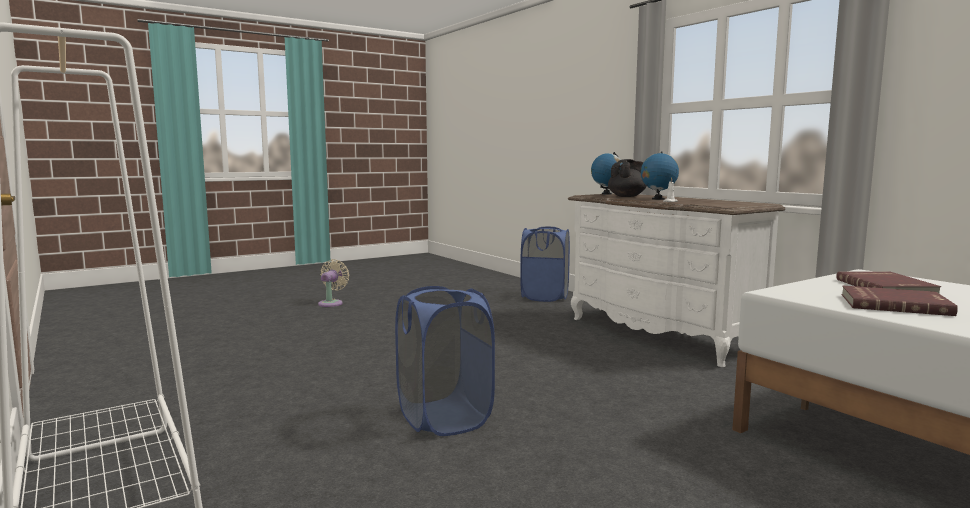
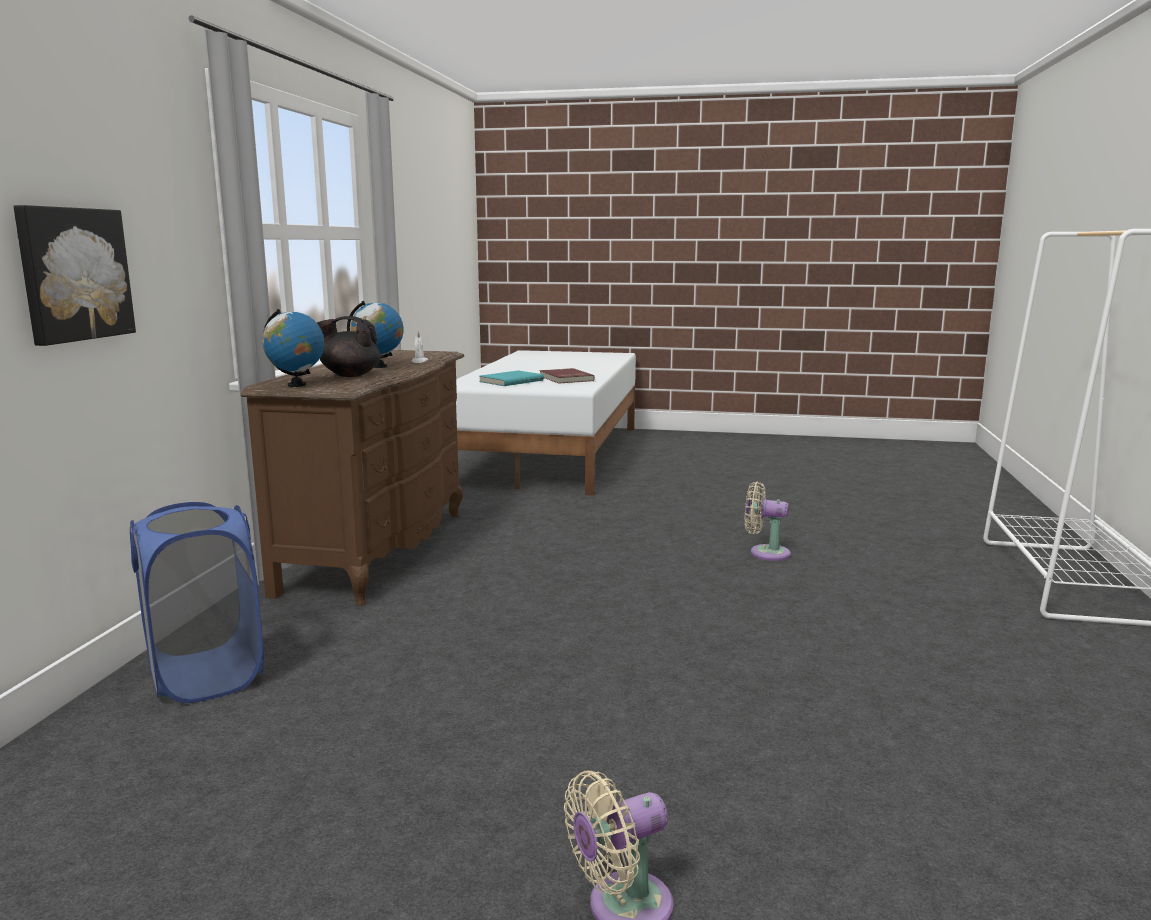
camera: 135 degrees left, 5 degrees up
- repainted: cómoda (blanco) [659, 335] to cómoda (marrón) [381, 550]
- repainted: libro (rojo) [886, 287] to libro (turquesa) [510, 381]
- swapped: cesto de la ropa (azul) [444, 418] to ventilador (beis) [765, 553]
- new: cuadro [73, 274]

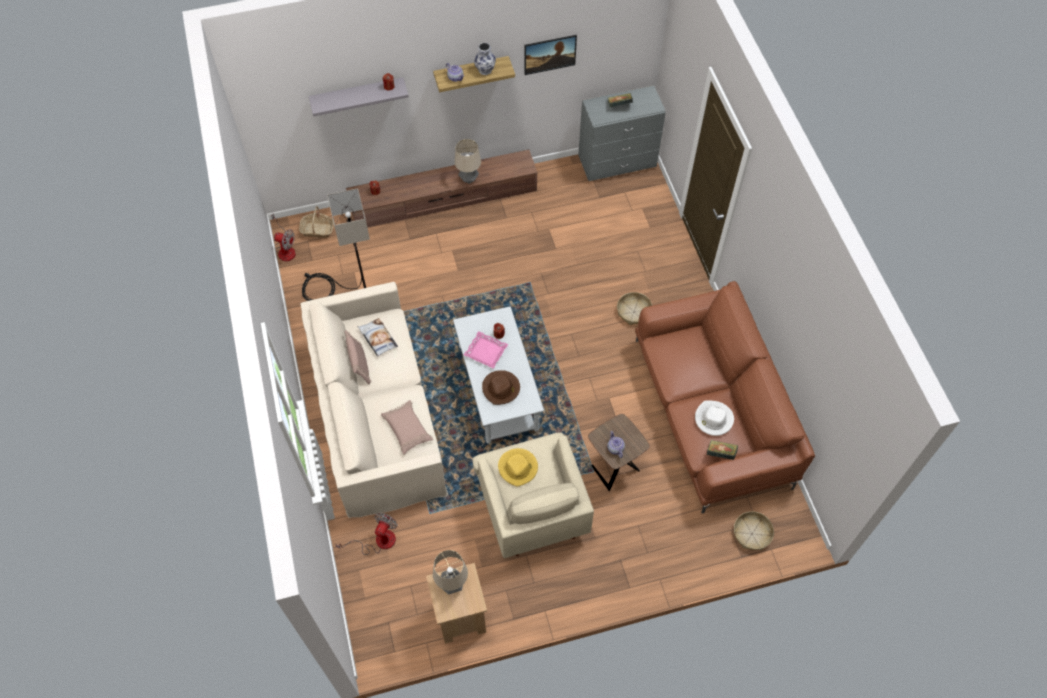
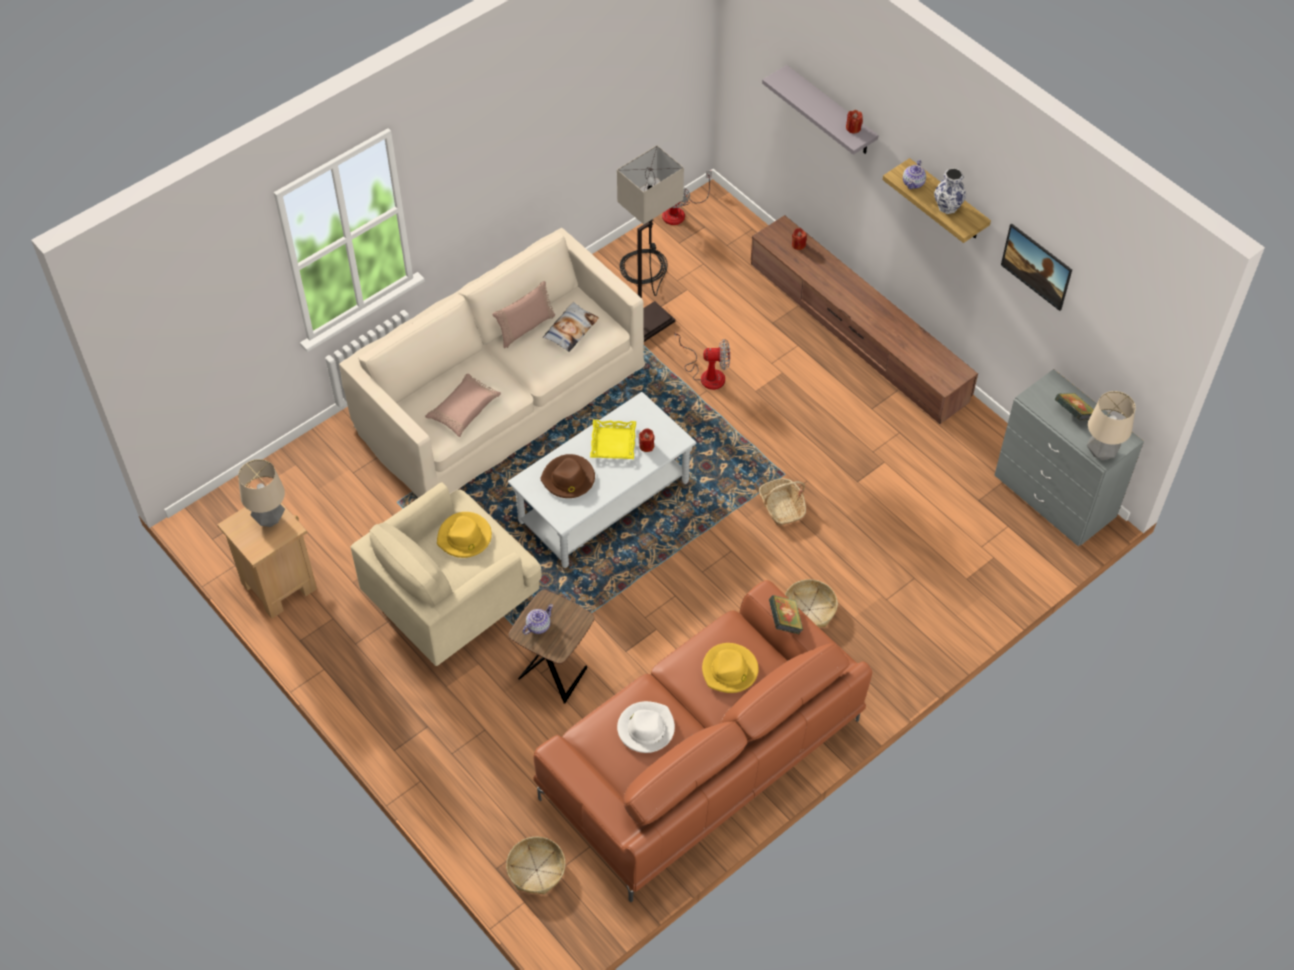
camera: 65 degrees right, 5 degrees down
- shifted: lámpara de mesa [469, 179] to [1101, 453]
- shifted: cesta [317, 230] to [782, 507]
- repainted: bandeja (rosa) [486, 351] to bandeja (amarillo) [613, 443]
- shifted: libro [720, 454] to [785, 621]
- shifted: ventilador [378, 541] to [706, 374]
- new: sombrero (amarillo) [730, 670]

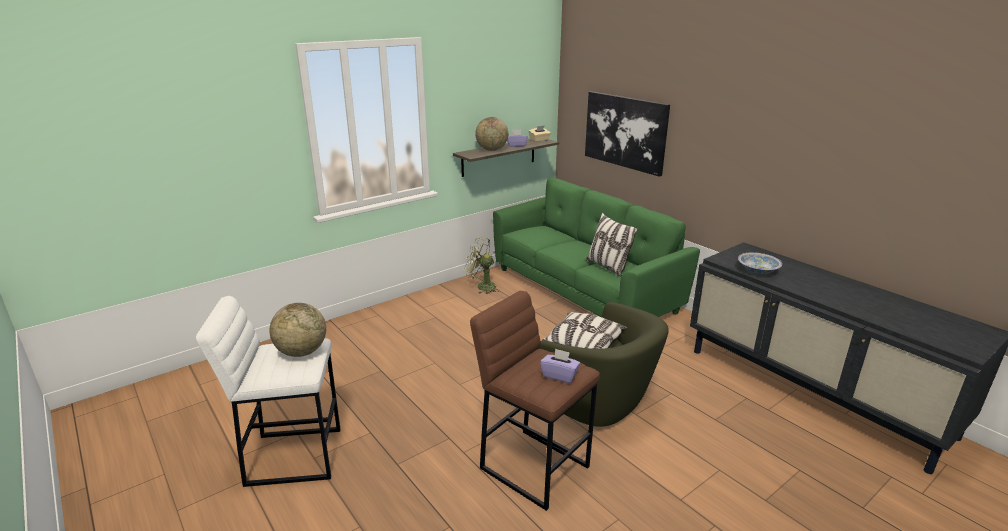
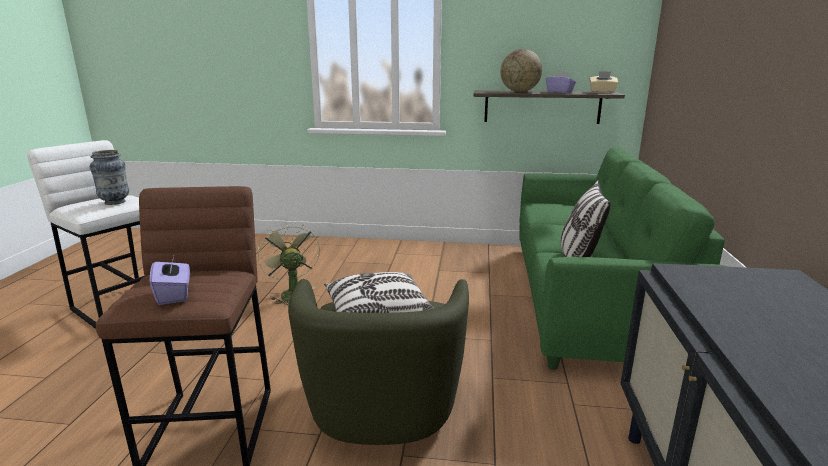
camera: 45 degrees right, 5 degrees down
- gone: cuadro [625, 132]
- shifted: ventilador (verde) [482, 286] to [291, 293]
- gone: cuenco [757, 270]
- swapped: globo terráqueo [302, 352] to florero [115, 202]

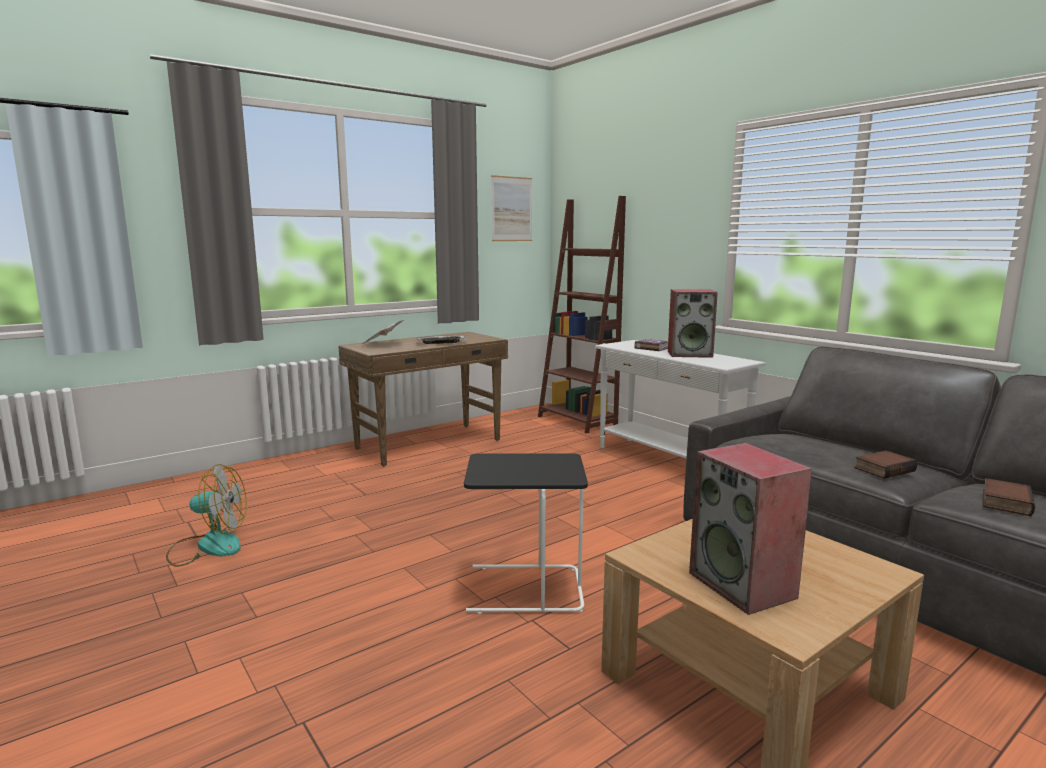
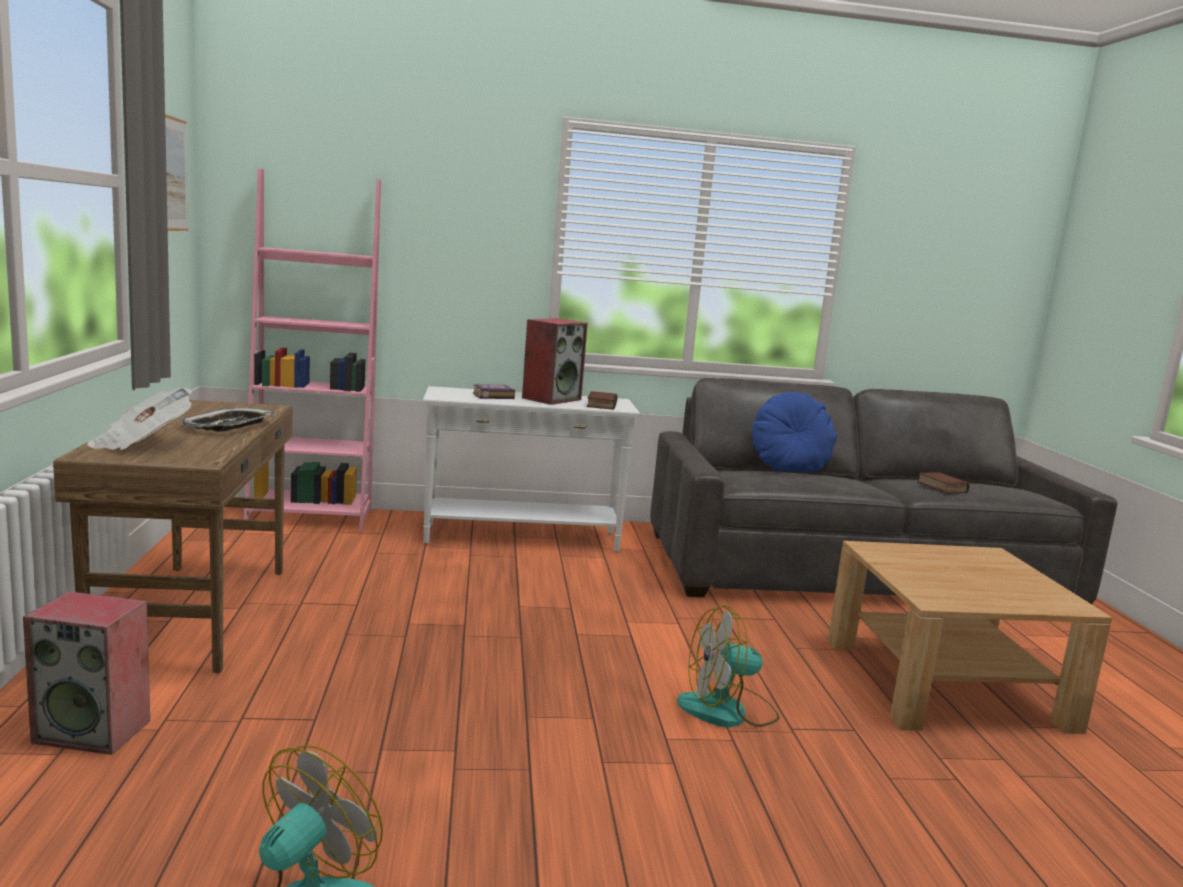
camera: 60 degrees left, 0 degrees up
- repainted: estantería (marrón) [577, 421] to estantería (rosa) [310, 517]
- shifted: altavoz [743, 585] to [94, 731]
- shifted: libro [883, 469] to [600, 404]
- swapped: mesa auxiliar (negro) [523, 590] to ventilador [728, 711]
- new: cojín (azul) [789, 470]

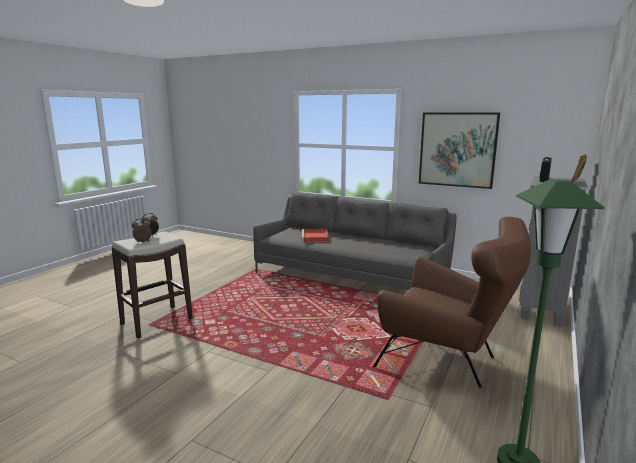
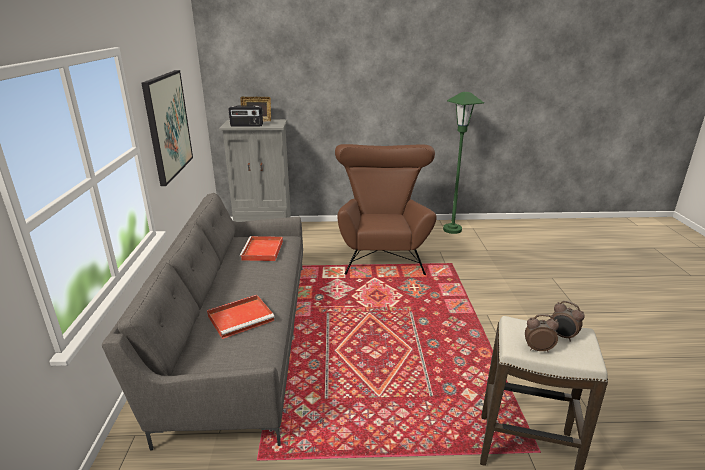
camera: 120 degrees left, 10 degrees up
- new: bandeja (rojo) [262, 251]

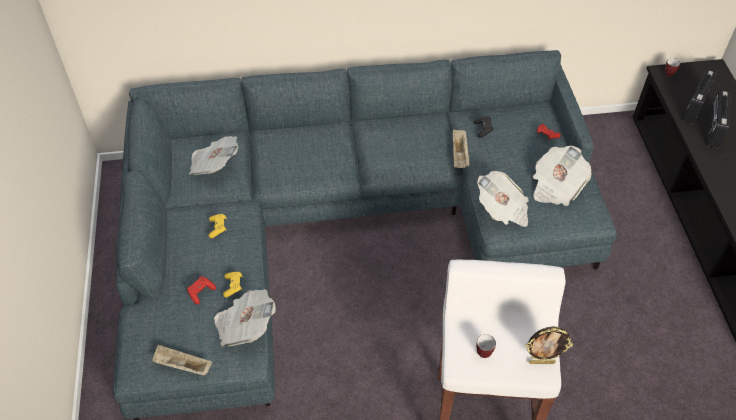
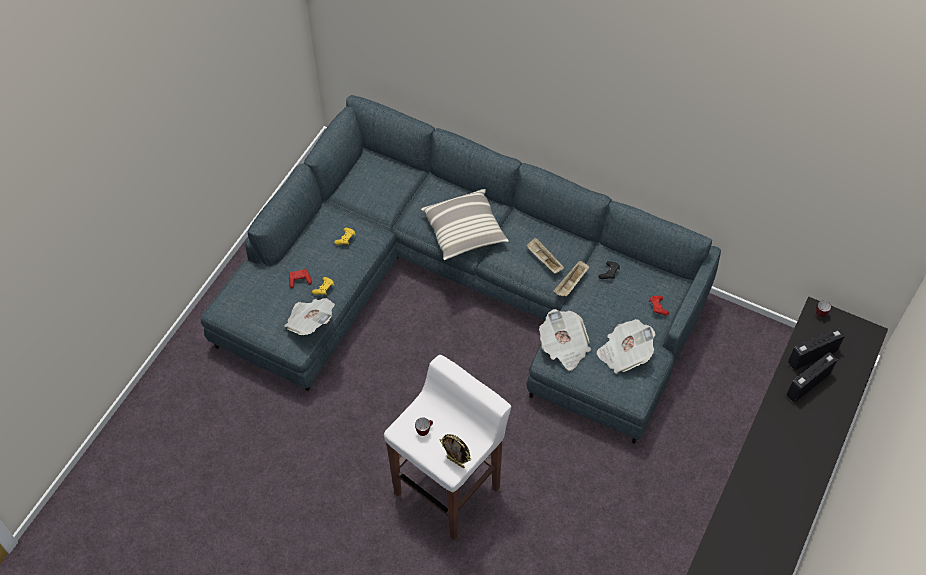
camera: 35 degrees right, 5 degrees up
- gone: periódico [214, 165]
- shifted: bandeja (beis) [182, 366] to [544, 260]
- new: cojín [464, 232]

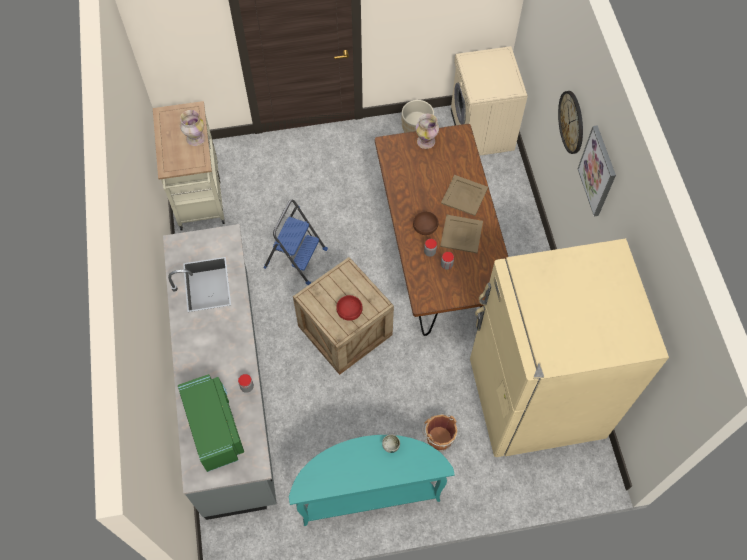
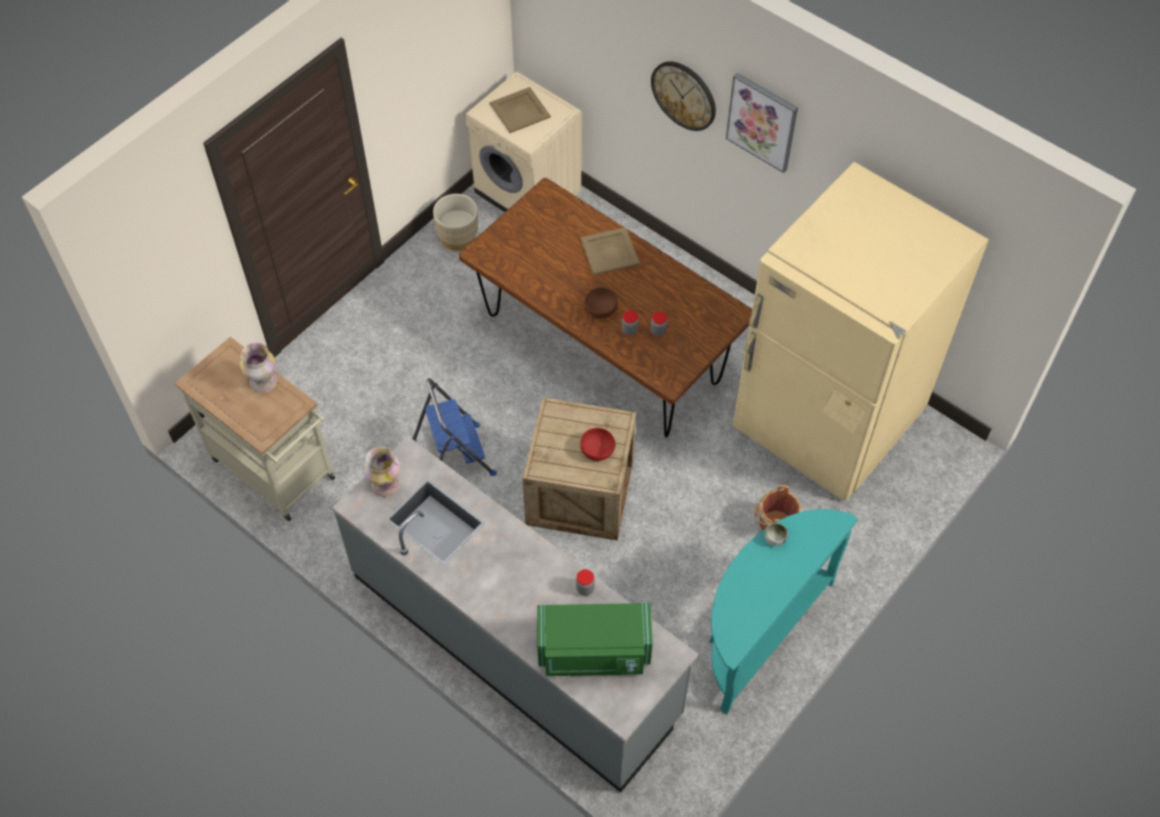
camera: 40 degrees left, 5 degrees down
- shifted: florero [426, 141] to [385, 484]
- shifted: bandeja (beis) [461, 234] to [520, 111]
- rotated: microondas (verde) [216, 428] = [594, 652] 150 degrees clockwise

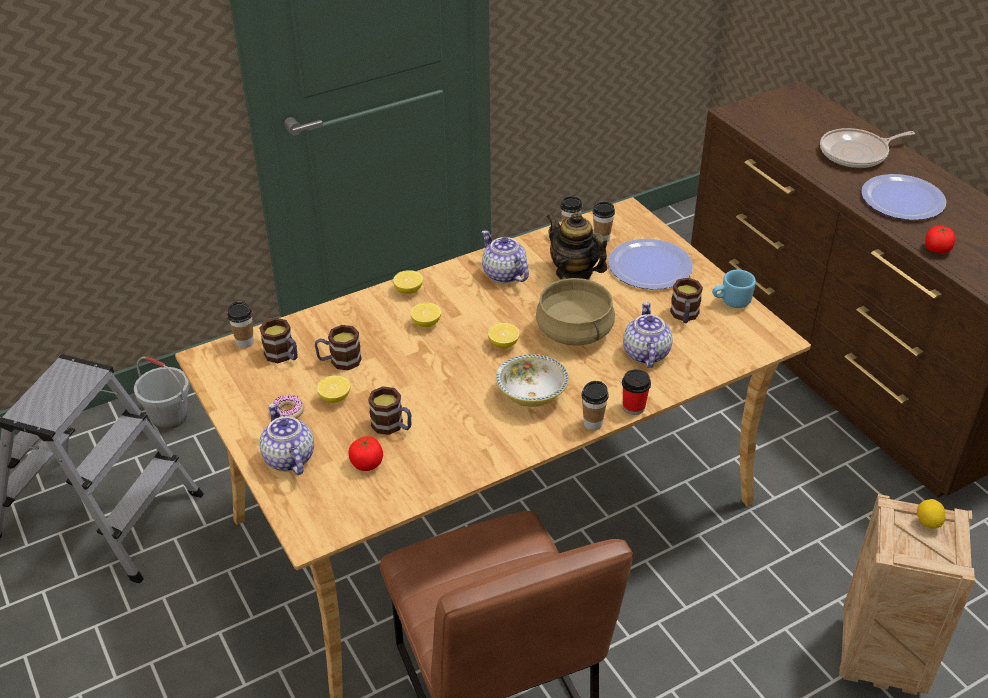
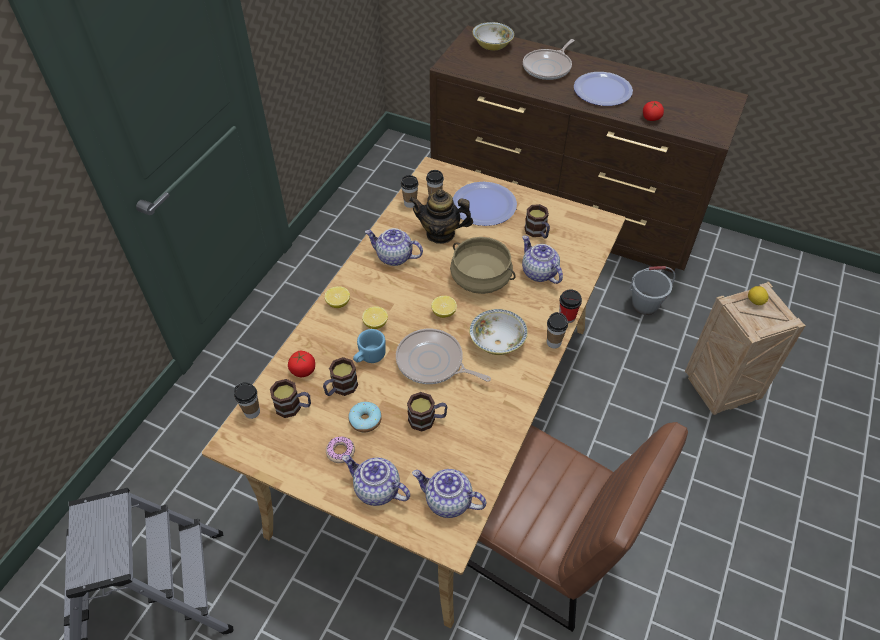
camera: 35 degrees left, 10 degrees up
- shifted: taza grande (azul) [730, 302] to [369, 357]
- shifted: cubo (gris) [170, 417] to [645, 305]
- swapped: limón [335, 398] to rosquilla [365, 420]
- shifted: tomate [367, 463] to [303, 370]
- new: cuenco [492, 46]
- new: sartén [433, 362]
- new: tetera [447, 501]

